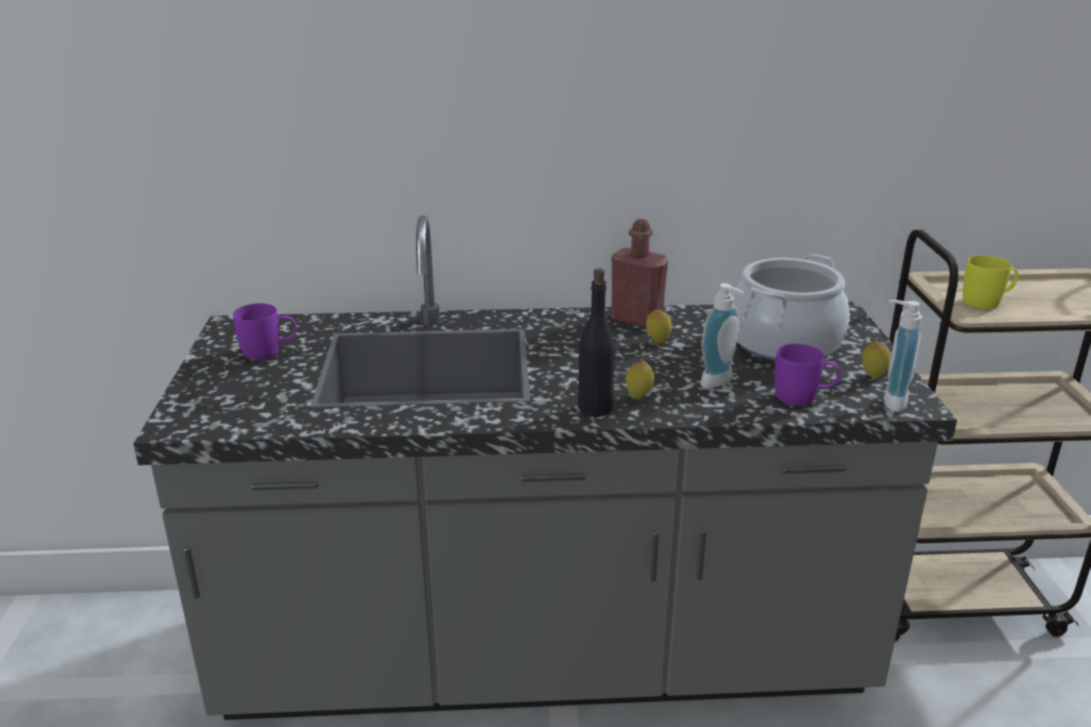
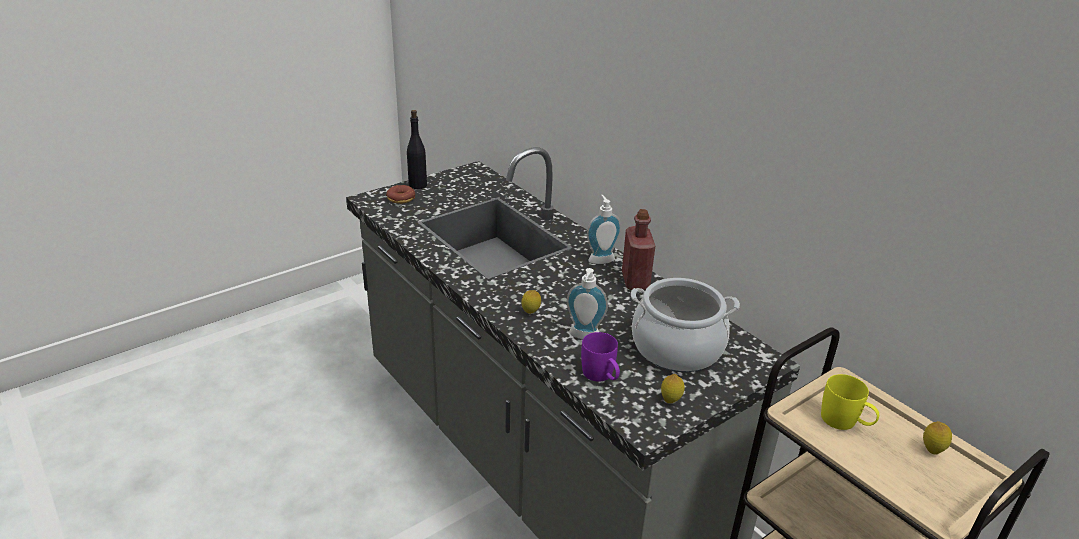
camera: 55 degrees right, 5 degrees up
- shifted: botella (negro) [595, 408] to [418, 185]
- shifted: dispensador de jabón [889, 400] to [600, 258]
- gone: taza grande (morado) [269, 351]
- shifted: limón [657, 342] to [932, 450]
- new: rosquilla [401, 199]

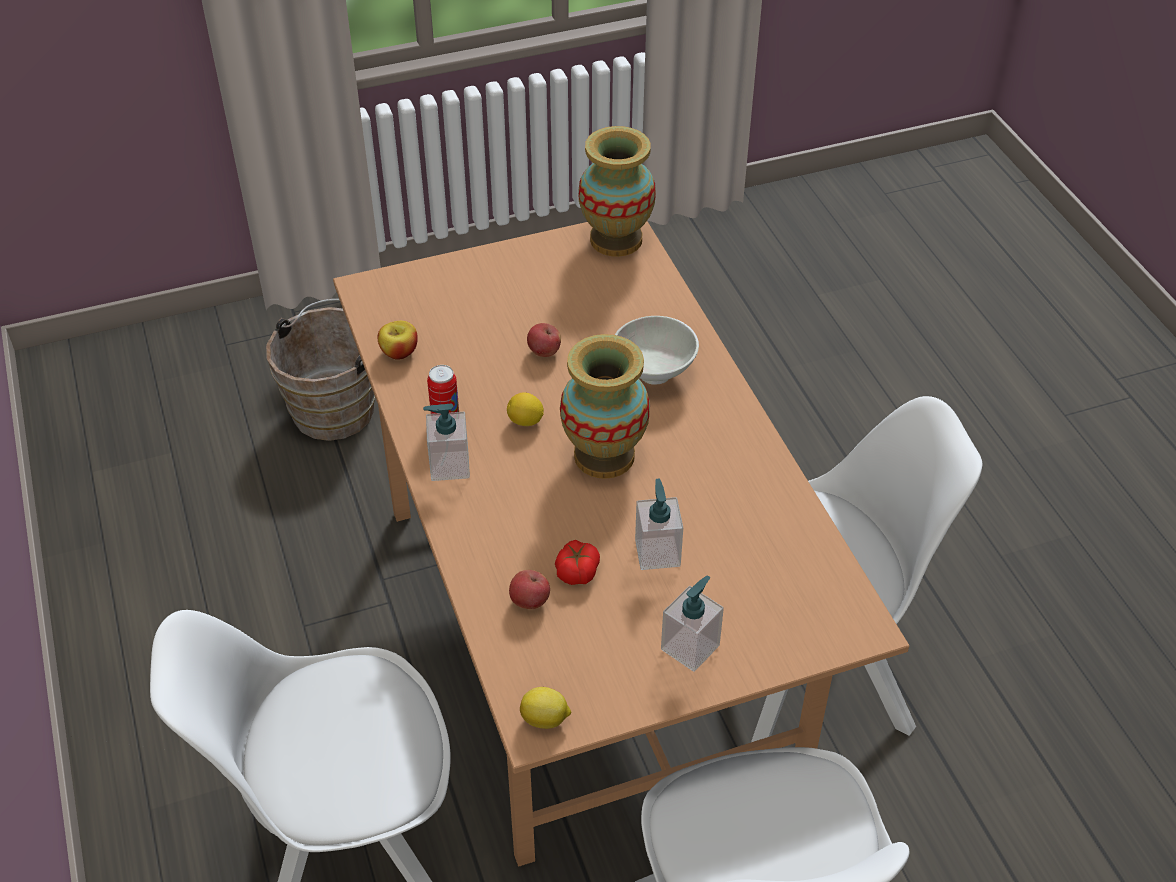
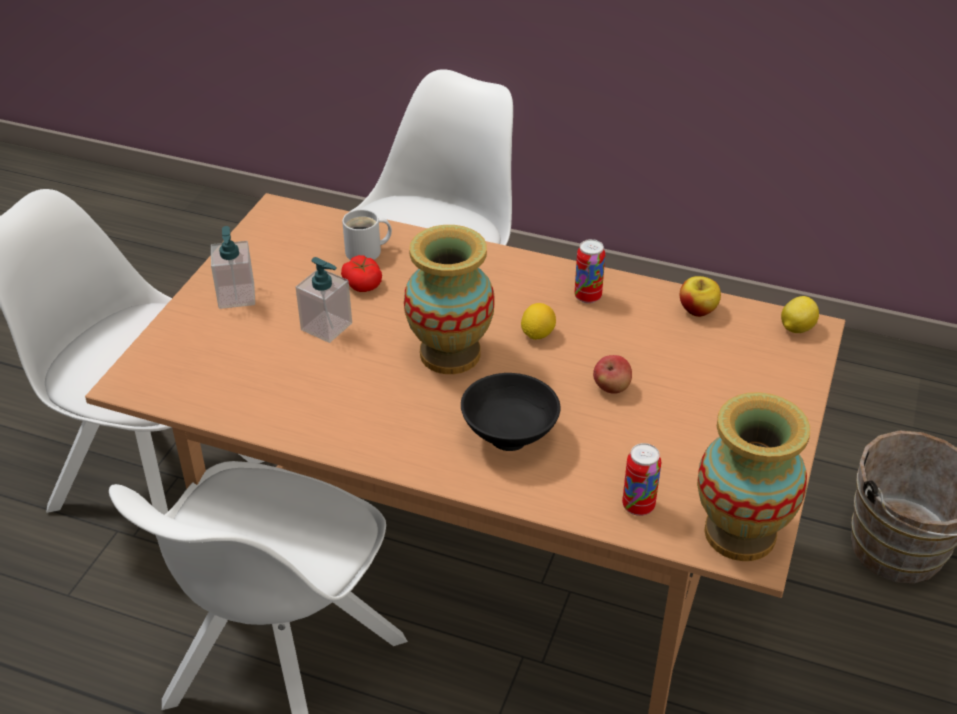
camera: 130 degrees right, 5 degrees down
- repainted: cuenco (blanco) [653, 375] to cuenco (negro) [507, 436]
- gone: dispensador de jabón [449, 466]
- swapped: manzana [529, 601] to taza grande (blanco) [367, 252]
- shifted: limón [545, 719] to [796, 328]
- new: lata [638, 506]

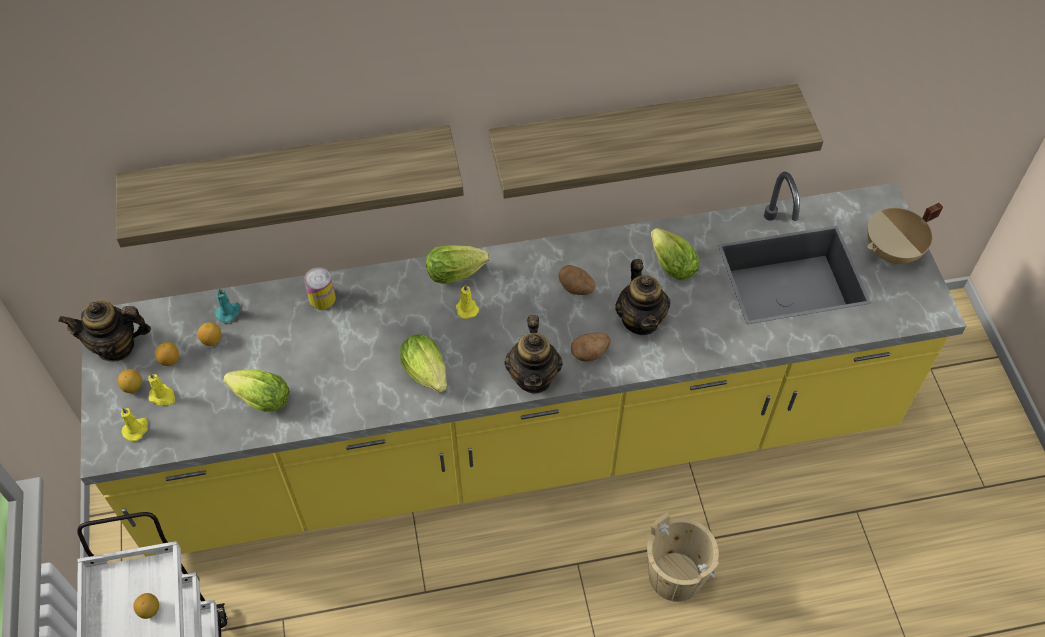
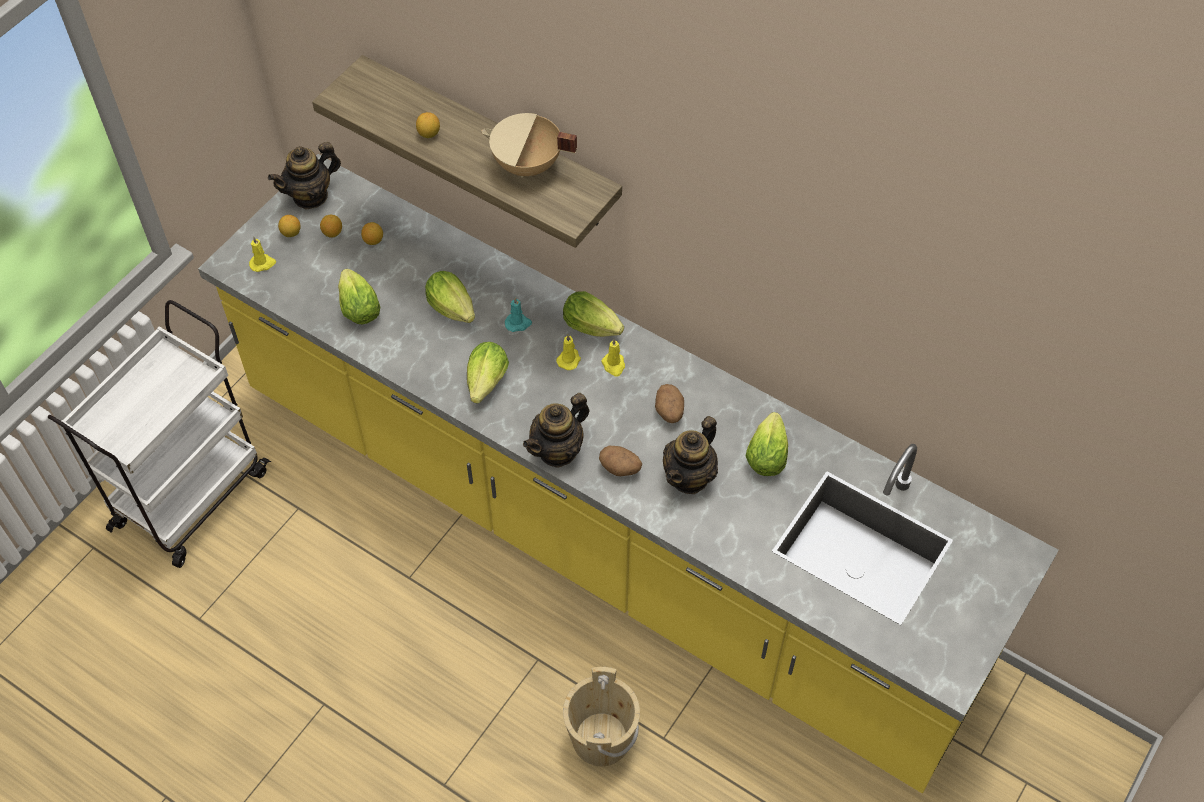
camera: 45 degrees right, 0 degrees up
- gone: estante [642, 131]
- shifted: olla (beis) [893, 252] to [527, 166]
- gone: lata [322, 298]
- shifted: vela (turquesa) [229, 312] to [518, 323]
- rotated: tetera [116, 346] = [310, 196] 75 degrees counterclockwise
- shifted: vela (amarillo) [163, 396] to [614, 365]
- shifted: limón [150, 610] to [429, 134]
- new: lechuga [454, 311]

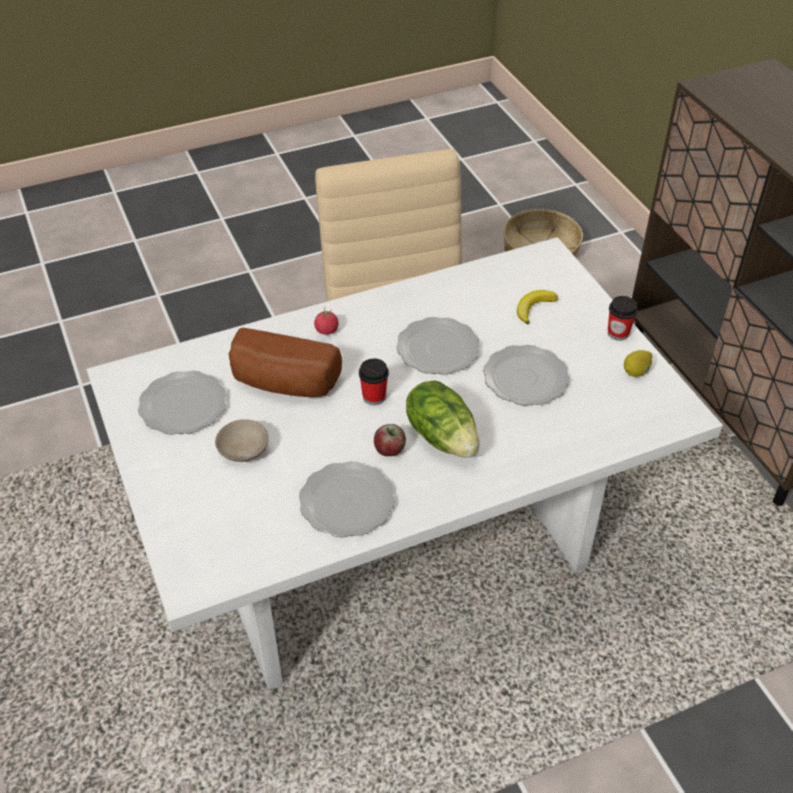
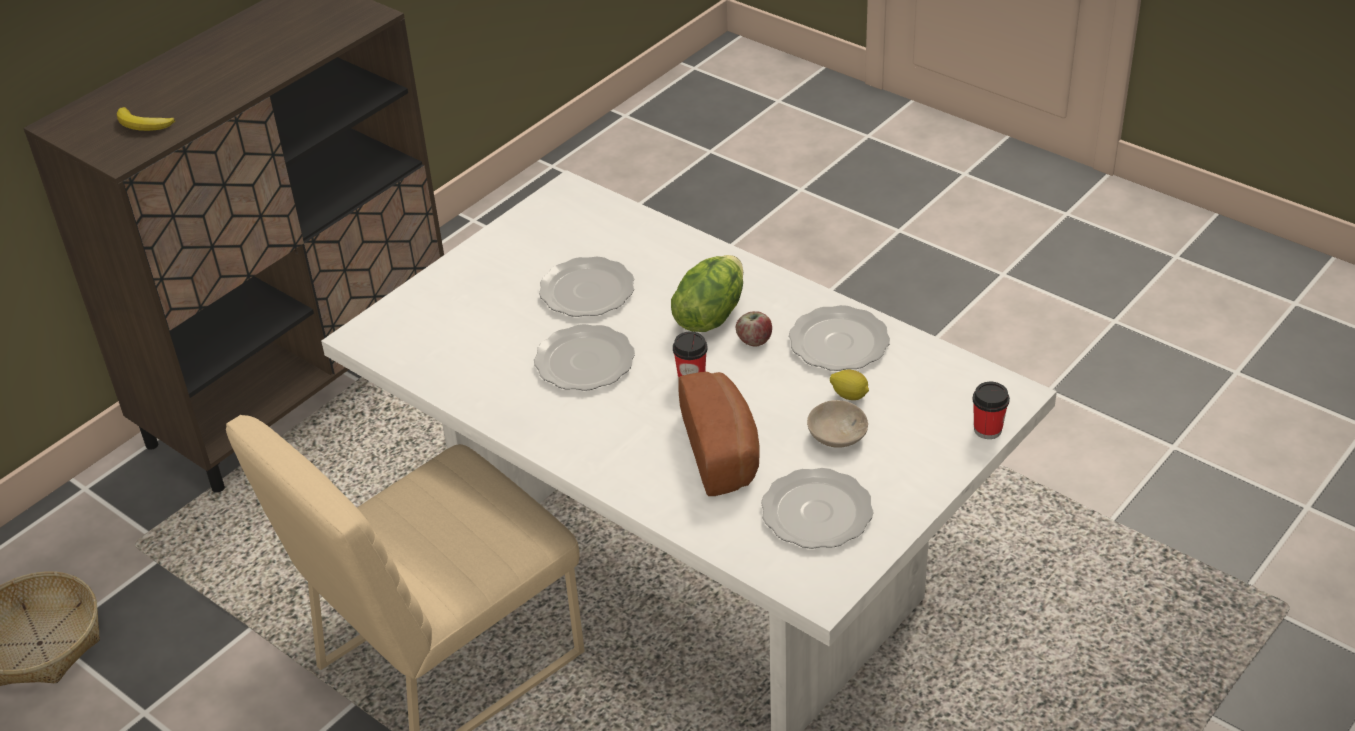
camera: 115 degrees left, 5 degrees down
- shifted: plátano [534, 308] to [143, 124]
- shifted: taza [618, 333] to [987, 429]
- gone: tomate [326, 330]
- shifted: limón [636, 372] to [849, 395]

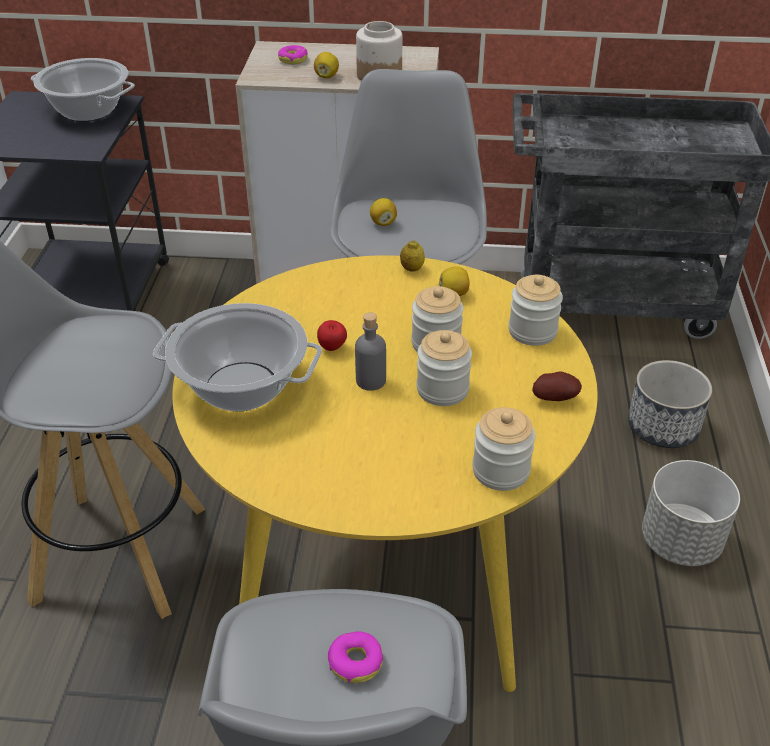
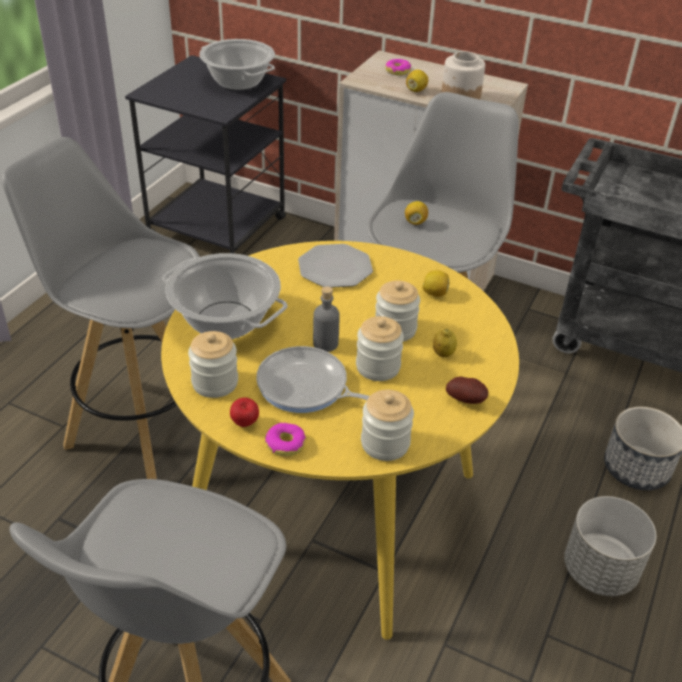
camera: 20 degrees right, 0 degrees up
- shifted: limón [412, 269] to [443, 353]
- shifted: tarro [532, 331] to [215, 382]
- shifted: manzana [332, 348] to [245, 424]
- shifted: rosquilla [355, 662] to [285, 444]
- new: plato [335, 268]
- new: sartén [307, 387]

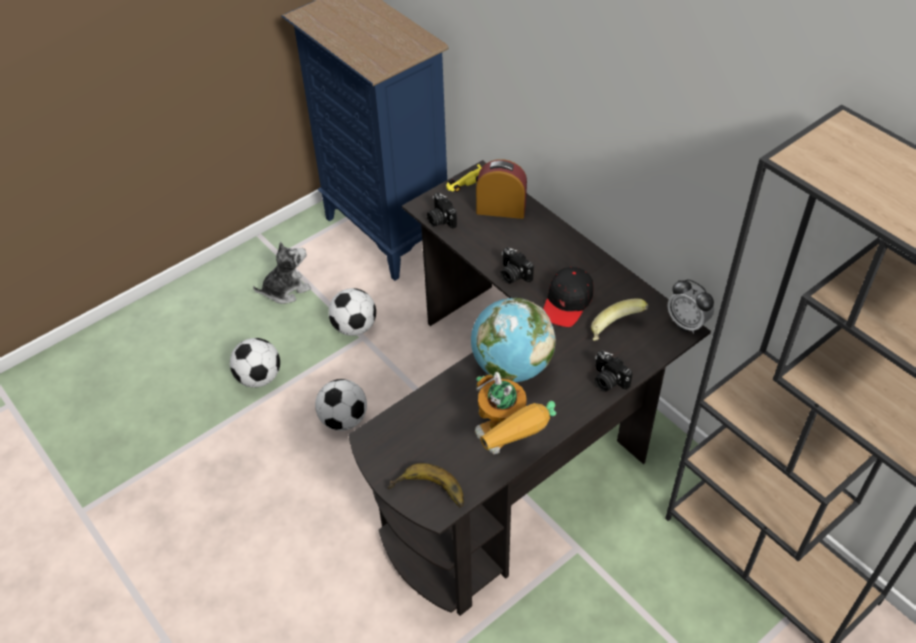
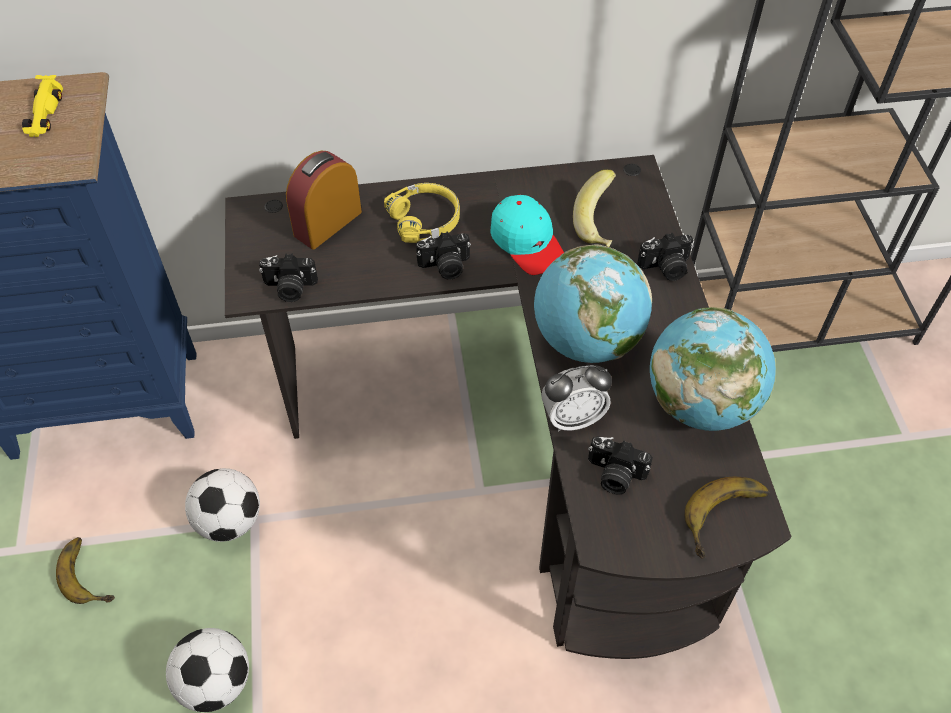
camera: 60 degrees left, 5 degrees up
- shifted: coche de juguete (amarillo) [465, 183] to [44, 114]
- swapped: peluche [286, 290] to plátano [90, 572]
- repainted: gorra (negro) [567, 302] to gorra (turquesa) [527, 242]
- shifted: despertador [687, 323] to [572, 418]
- swapped: robot de juguete [507, 445] to globo terráqueo [700, 403]
- gone: balón de fútbol [344, 419]
- new: auriculares (amarillo) [425, 219]
- new: cámara [614, 475]

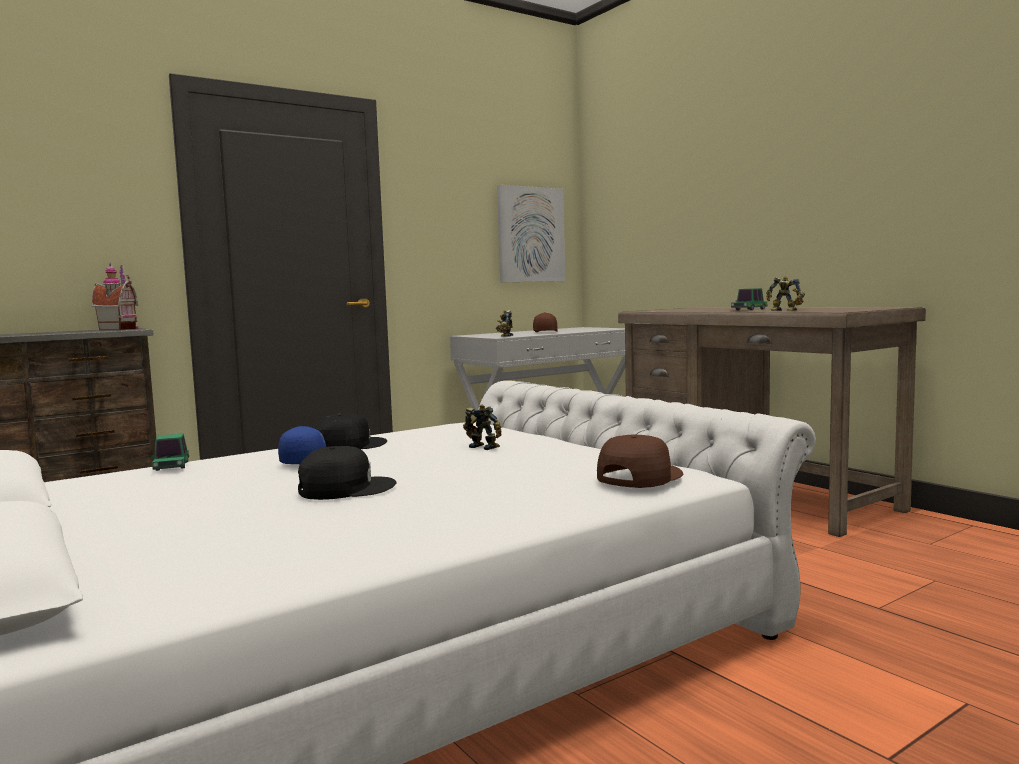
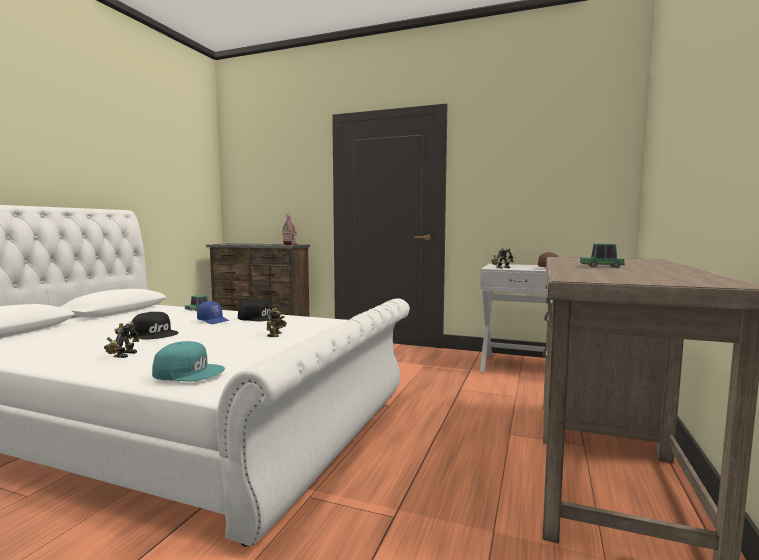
camera: 55 degrees right, 0 degrees up
- gone: cuadro [530, 235]
- shifted: robot de juguete [784, 310] to [123, 355]
- repainted: gorra (marrón) [638, 476] to gorra (turquesa) [189, 372]

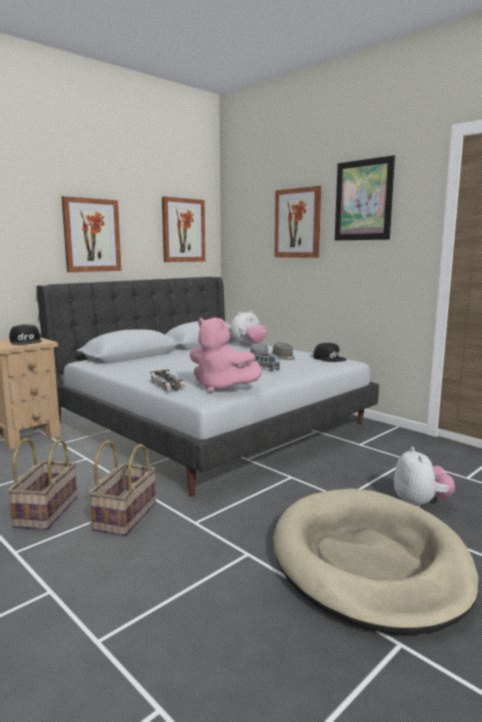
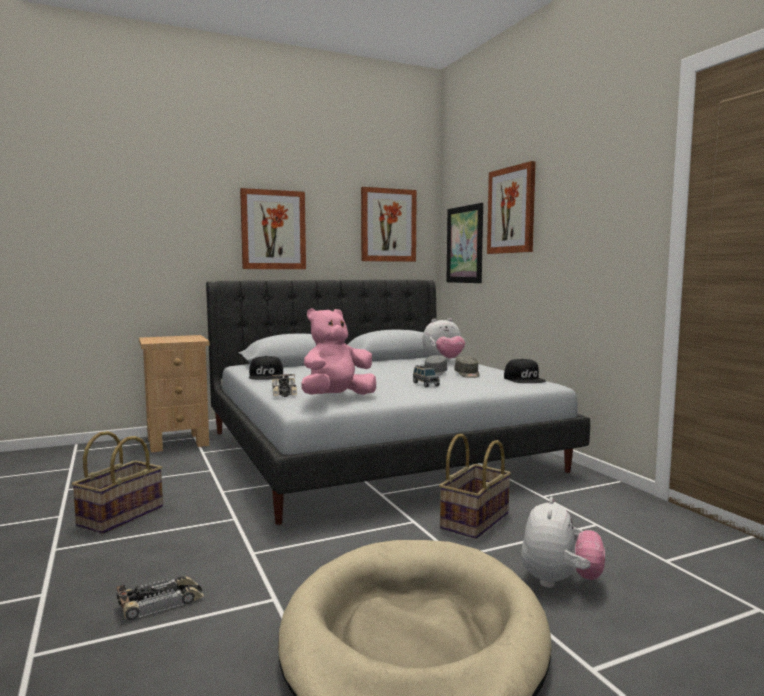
camera: 20 degrees right, 5 degrees down
- shifted: cuadro [363, 200] to [464, 244]
- rotated: peluche (rosa) [221, 387] = [336, 397] 90 degrees clockwise
- shifted: gorra (negro) [26, 341] to [267, 376]
- shifted: cesta [124, 516] to [474, 520]
- new: coche de juguete [161, 602]

